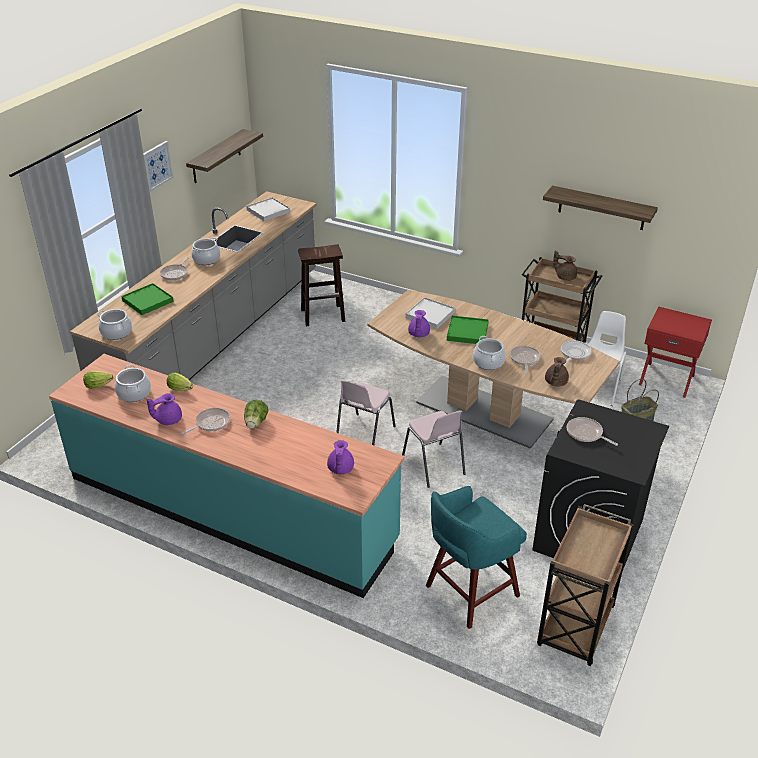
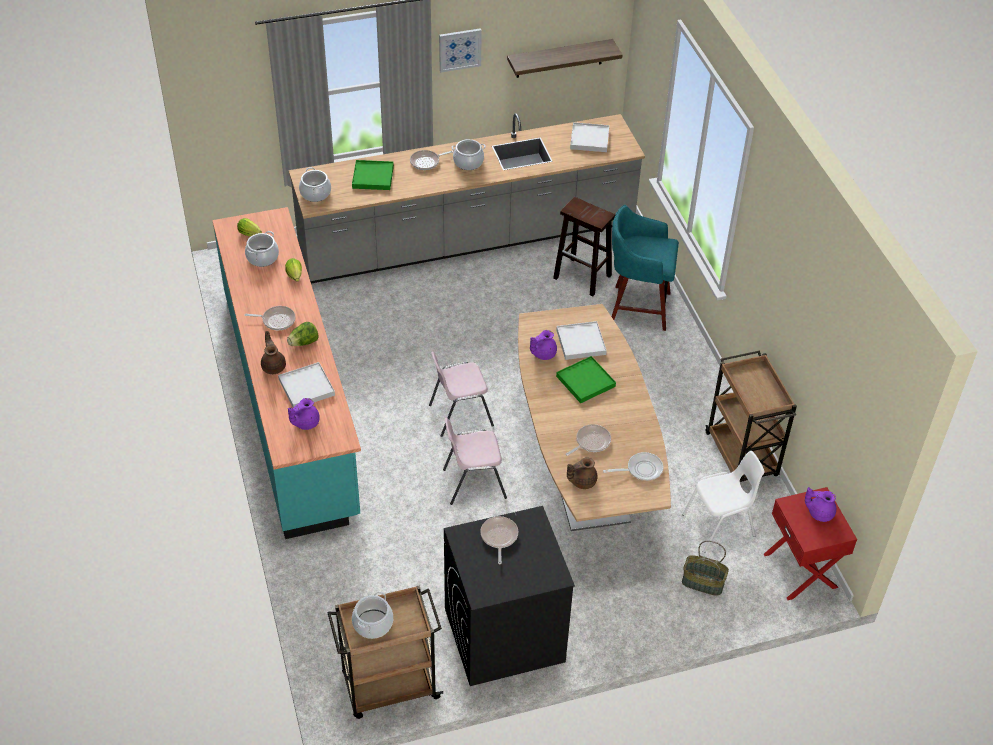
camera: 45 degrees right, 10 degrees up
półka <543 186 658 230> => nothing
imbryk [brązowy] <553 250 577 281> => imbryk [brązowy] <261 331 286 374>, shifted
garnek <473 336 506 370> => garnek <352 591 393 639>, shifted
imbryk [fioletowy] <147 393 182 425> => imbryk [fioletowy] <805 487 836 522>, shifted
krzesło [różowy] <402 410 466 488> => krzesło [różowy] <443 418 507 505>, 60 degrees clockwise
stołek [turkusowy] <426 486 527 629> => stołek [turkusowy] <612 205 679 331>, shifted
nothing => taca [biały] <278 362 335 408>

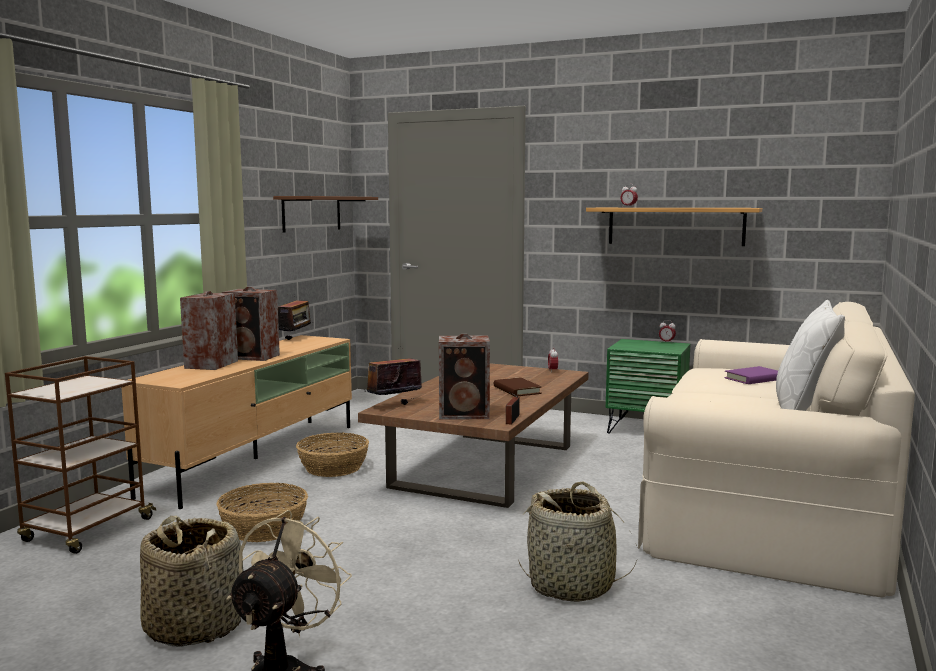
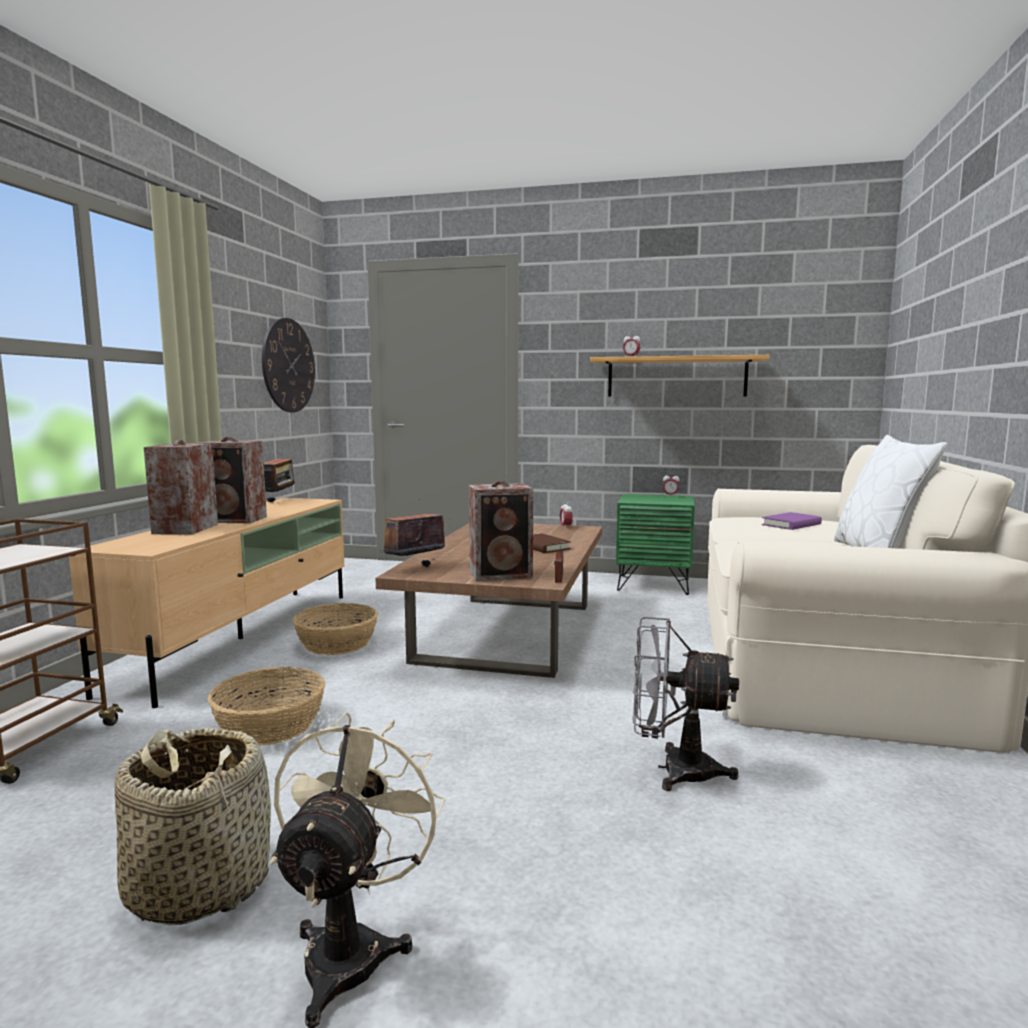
camera: 10 degrees left, 0 degrees up
półka [brązowy] <273 196 378 233> => zegar ścienny <262 318 315 412>
koszyk <518 482 638 602> => wentylator [szary] <632 617 739 791>

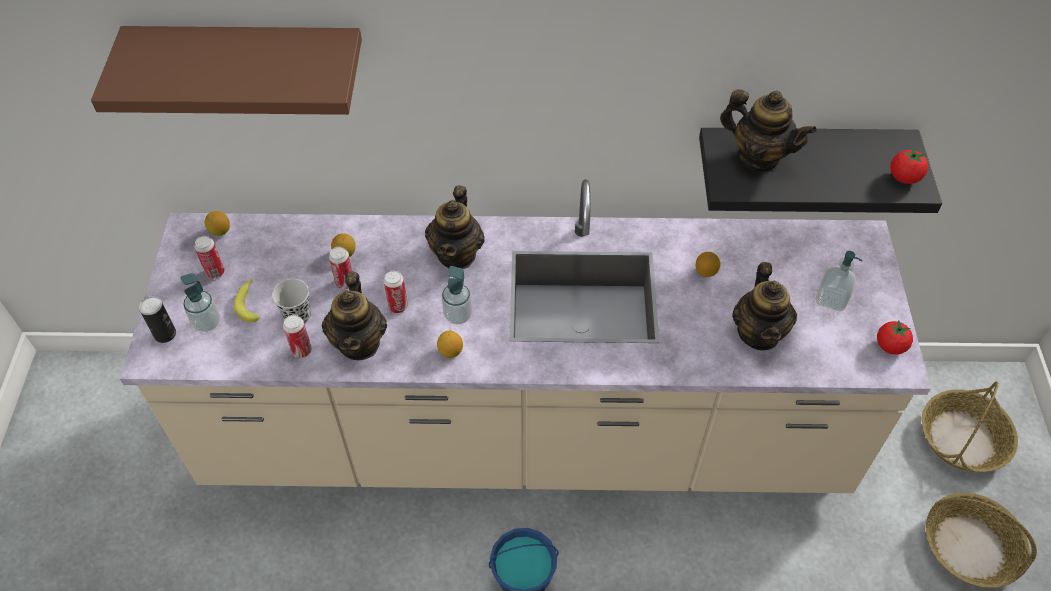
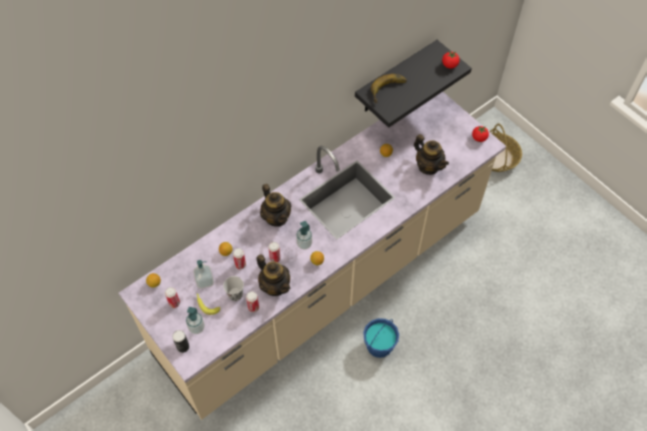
camera: 40 degrees left, 5 degrees up
półka [brązowy] <91 26 362 115> => nothing
imbryk <720 89 817 171> => banan <371 74 407 103>
dozownik mydła <816 251 862 311> => dozownik mydła <193 260 214 289>, shifted
koszyk <926 493 1037 588> => nothing

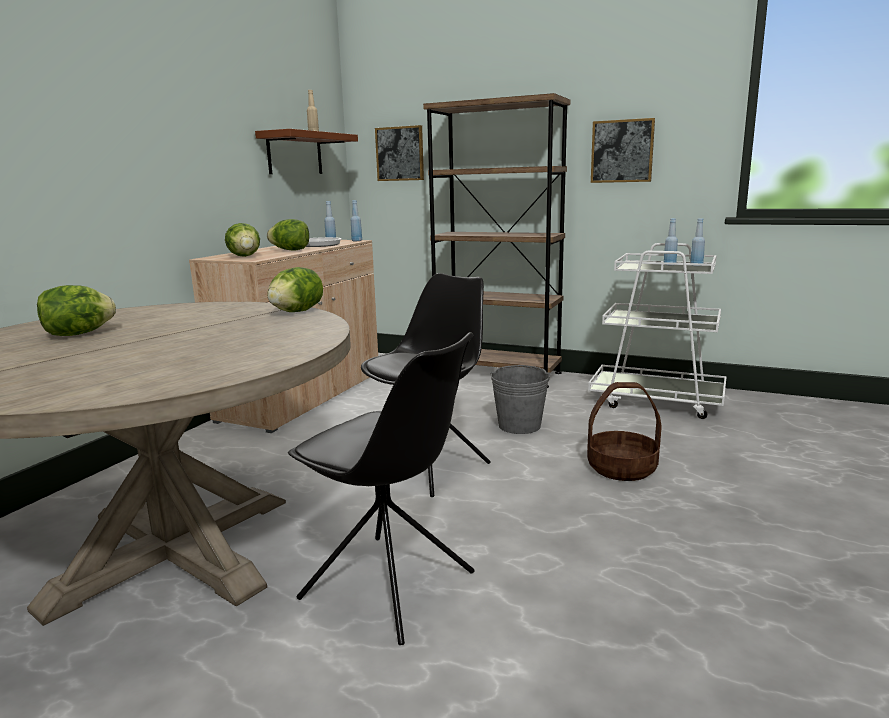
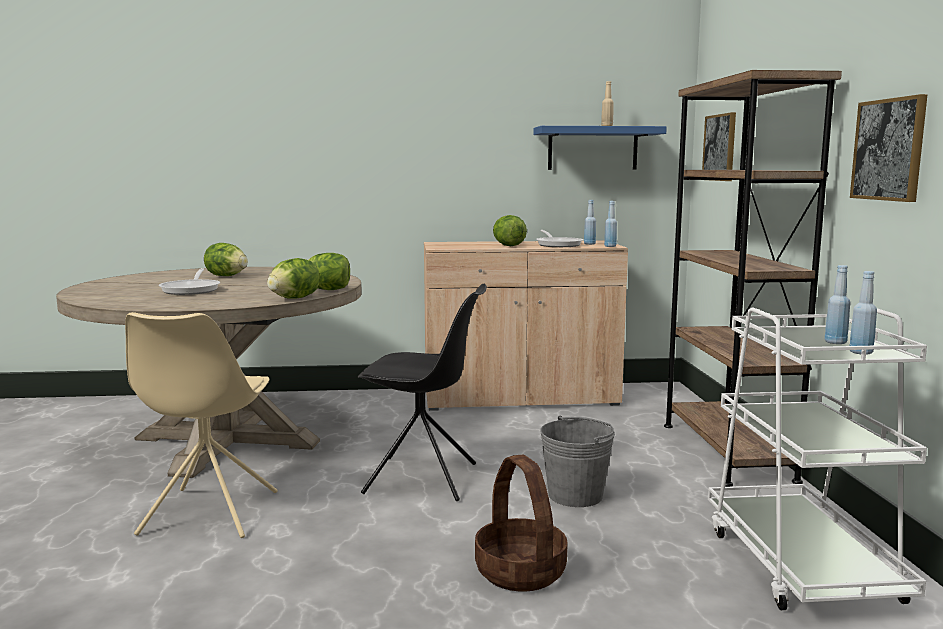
camera: 60 degrees right, 5 degrees down
półka [brązowy] <255 129 358 174> => półka [niebieski] <534 126 667 170>
sałata <225 223 260 257> => sałata <267 258 320 299>, shifted
krzesło [czarny] <288 332 475 645> => krzesło [beżowy] <125 312 278 538>
nothing => patelnia <158 268 220 295>

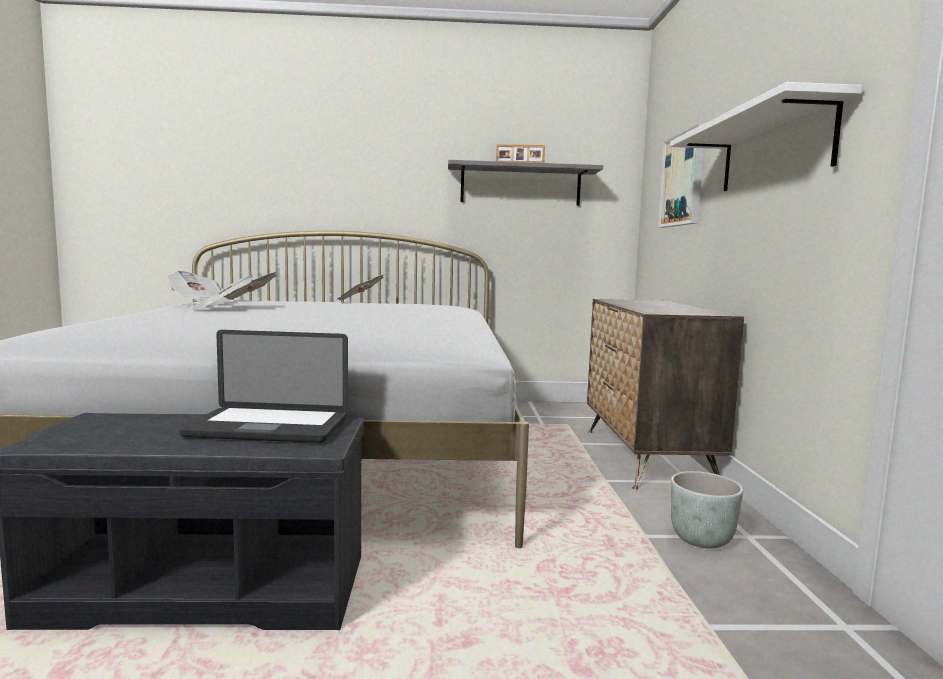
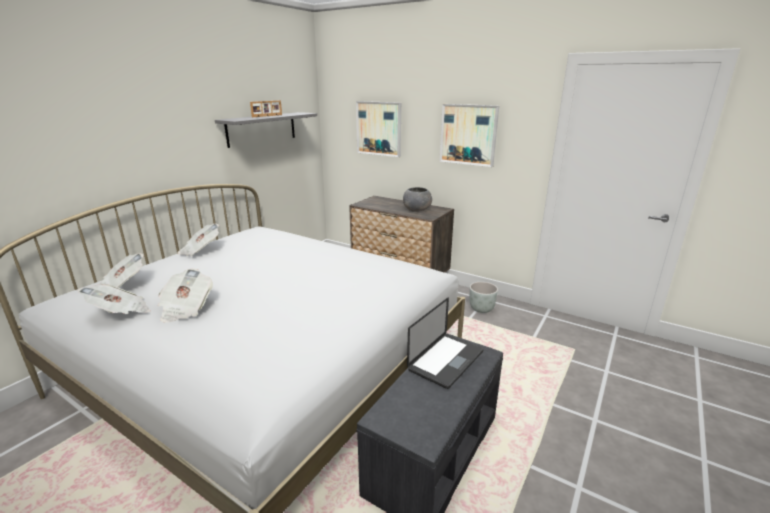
camera: 55 degrees left, 15 degrees up
półka [biały] <670 82 862 191> => obraz <440 104 499 167>
nothing => miska [szary] <403 187 432 212>

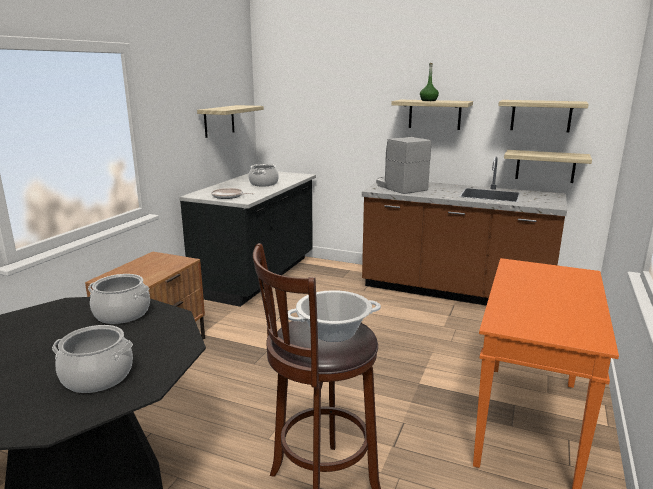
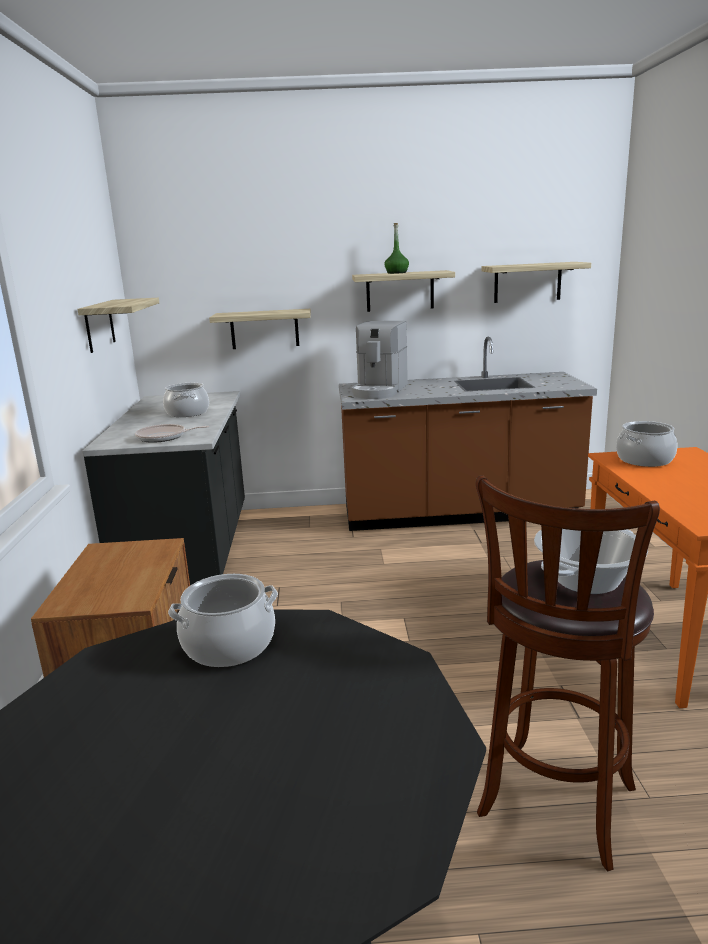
camera: 25 degrees left, 0 degrees up
ekspres do kawy <376 137 431 194> => ekspres do kawy <352 321 408 399>, 105 degrees counterclockwise
półka <504 150 592 183> => półka <209 309 311 349>, shifted
garnek <52 325 133 393> => garnek <616 421 677 467>, shifted

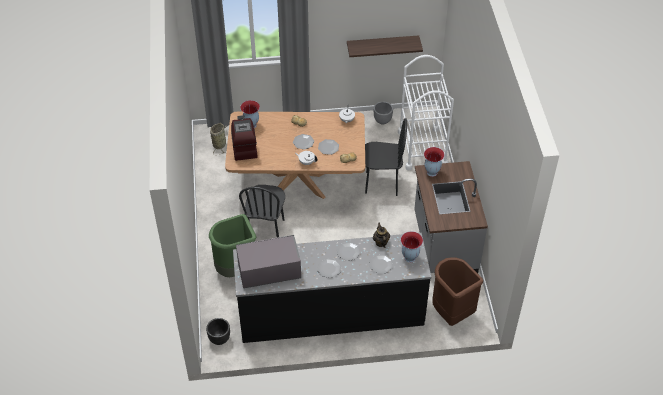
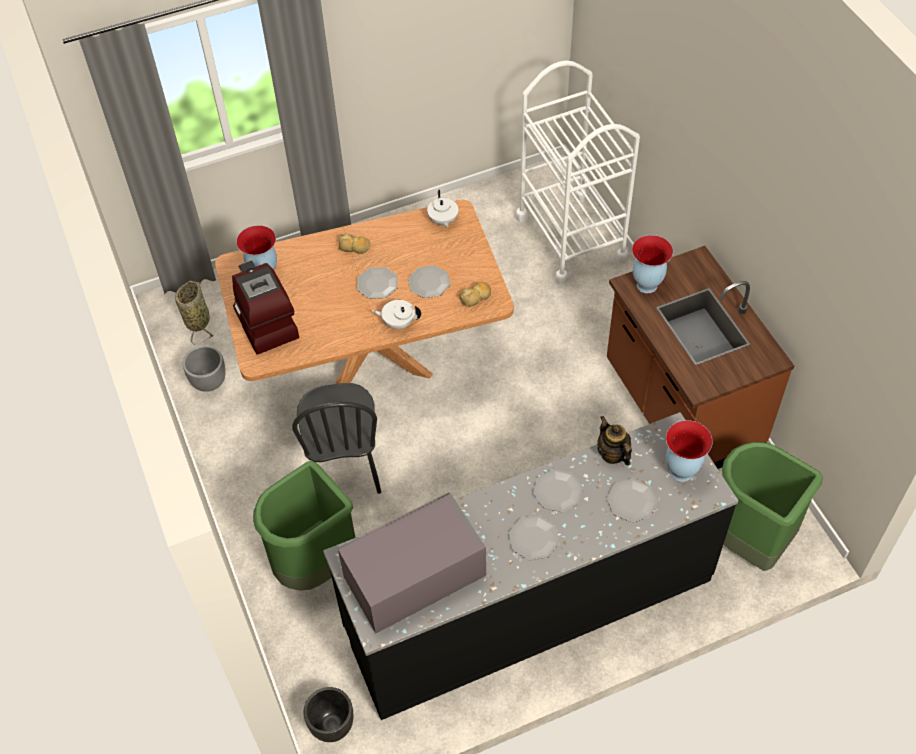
camera: 15 degrees left, 5 degrees up
półka <347 35 423 57> => nothing
donica [szary] <374 102 393 124> => donica [szary] <183 345 226 392>, shifted
krzesło [czarny] <365 118 407 196> => nothing
zabudowa kuchenna [szary] <414 161 488 273> => zabudowa kuchenna [brązowy] <607 246 794 469>
kosz na śmieci [brązowy] <432 257 483 326> => kosz na śmieci [zielony] <722 442 822 571>

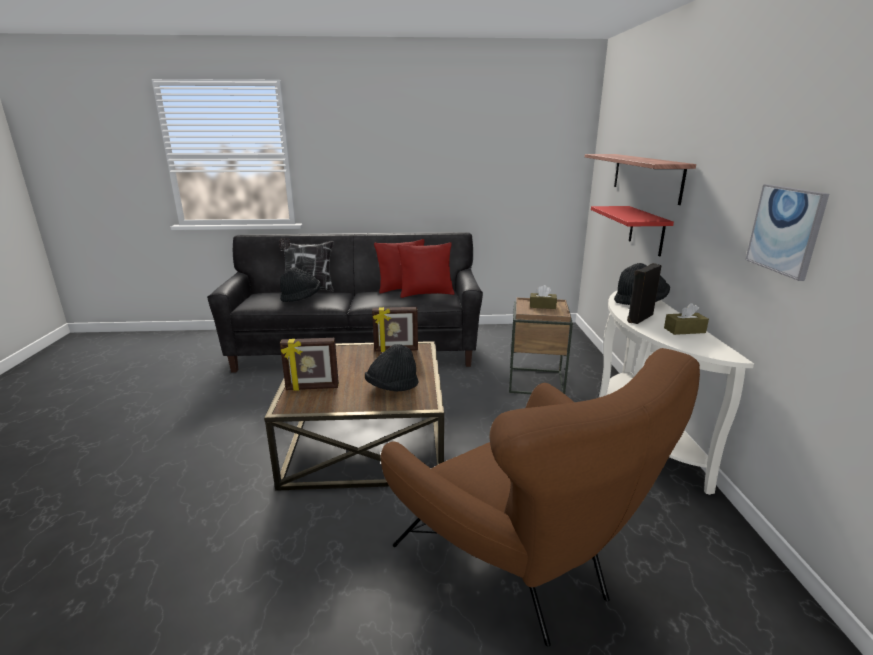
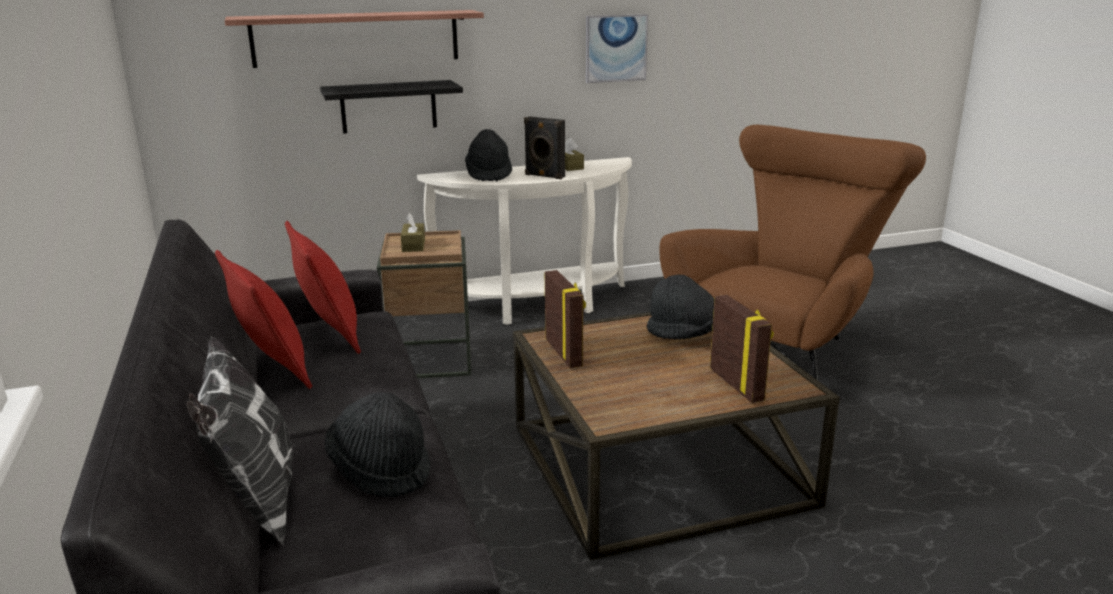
camera: 105 degrees left, 0 degrees up
półka [czerwony] <591 206 674 257> => półka [czarny] <320 80 463 134>

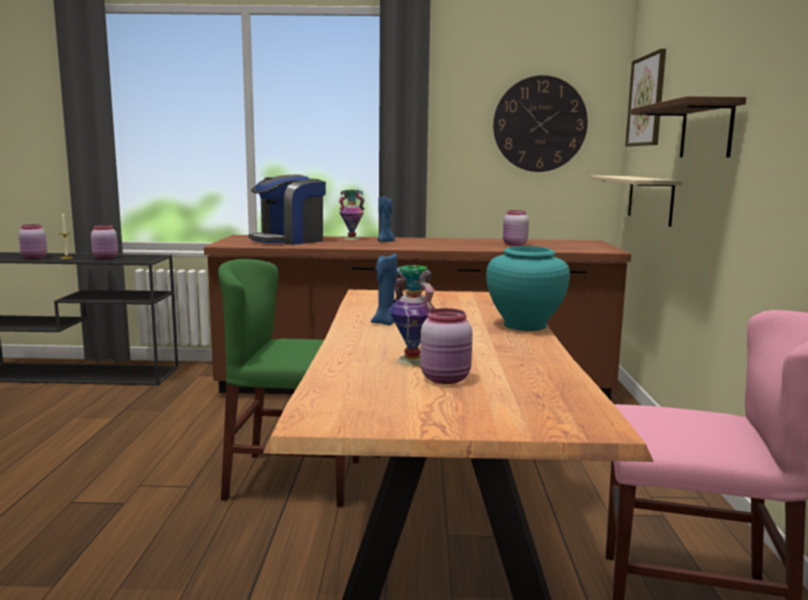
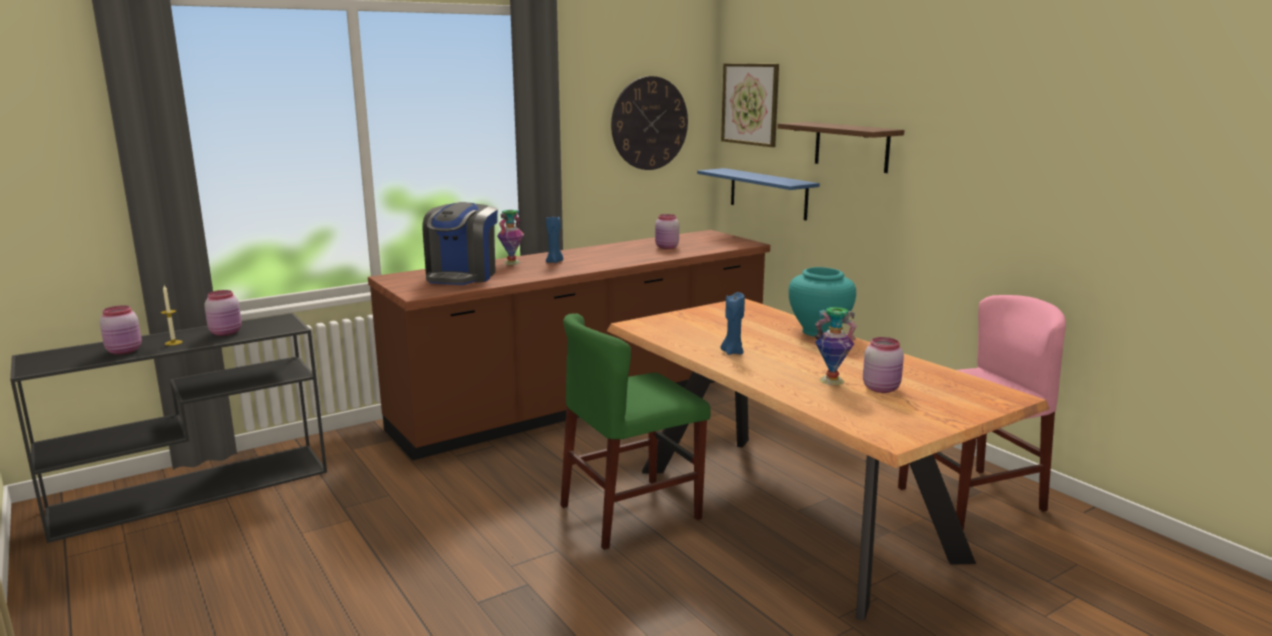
camera: 35 degrees left, 5 degrees up
półka [beżowy] <590 176 682 227> => półka [niebieski] <697 168 820 220>

